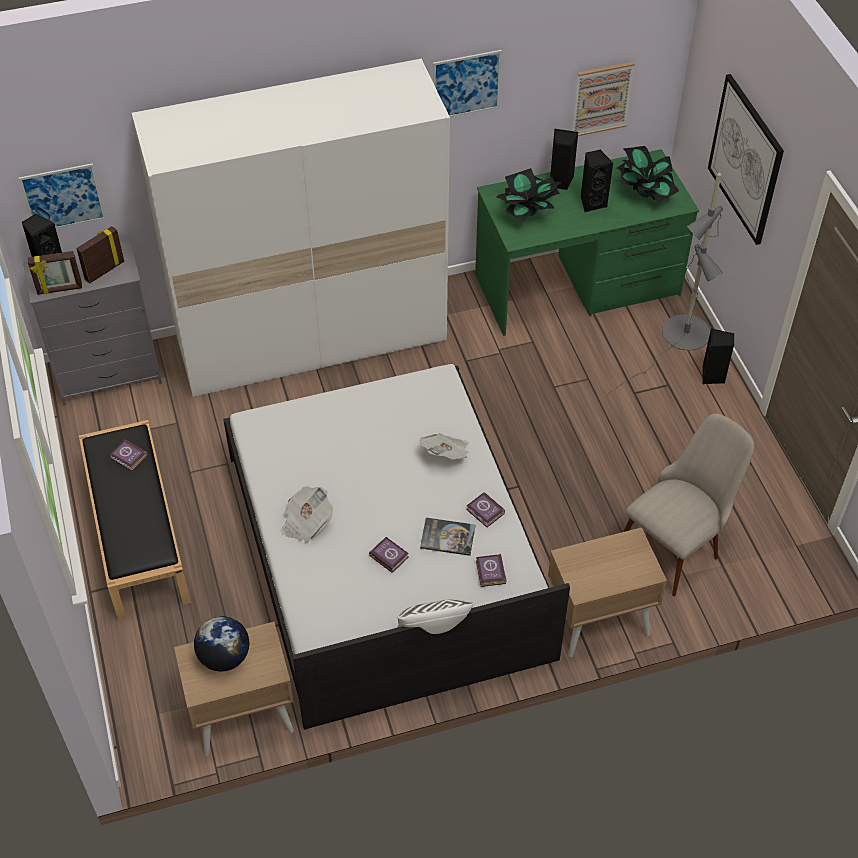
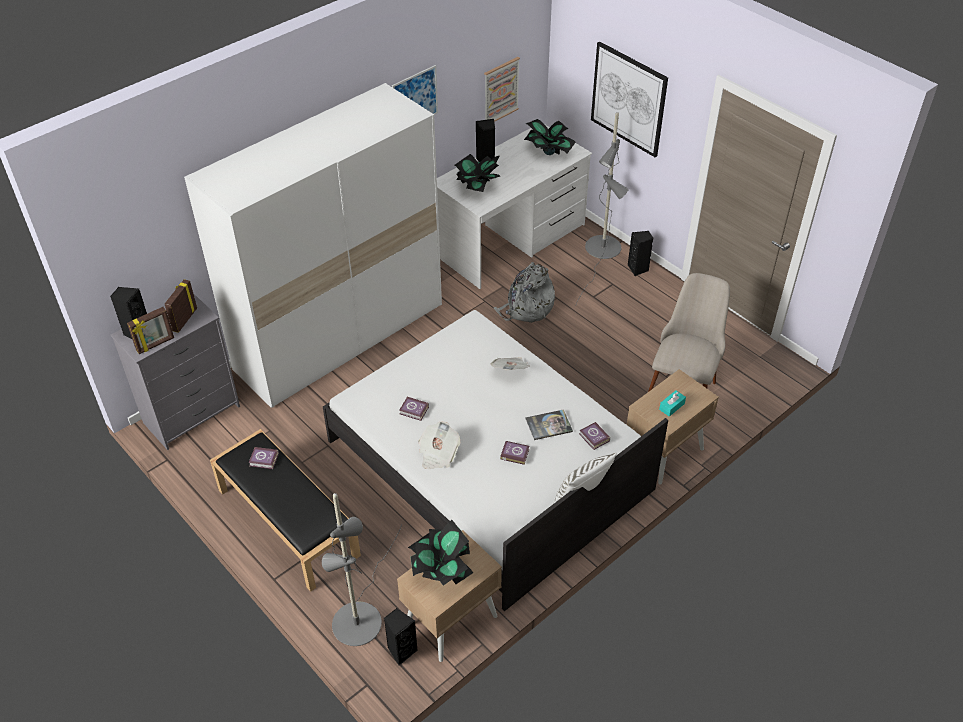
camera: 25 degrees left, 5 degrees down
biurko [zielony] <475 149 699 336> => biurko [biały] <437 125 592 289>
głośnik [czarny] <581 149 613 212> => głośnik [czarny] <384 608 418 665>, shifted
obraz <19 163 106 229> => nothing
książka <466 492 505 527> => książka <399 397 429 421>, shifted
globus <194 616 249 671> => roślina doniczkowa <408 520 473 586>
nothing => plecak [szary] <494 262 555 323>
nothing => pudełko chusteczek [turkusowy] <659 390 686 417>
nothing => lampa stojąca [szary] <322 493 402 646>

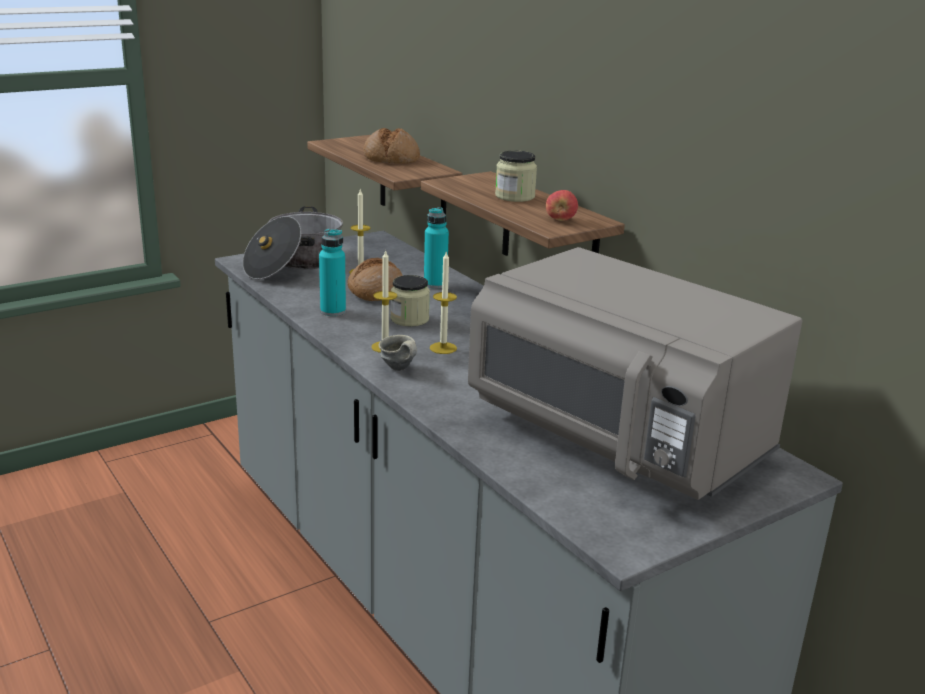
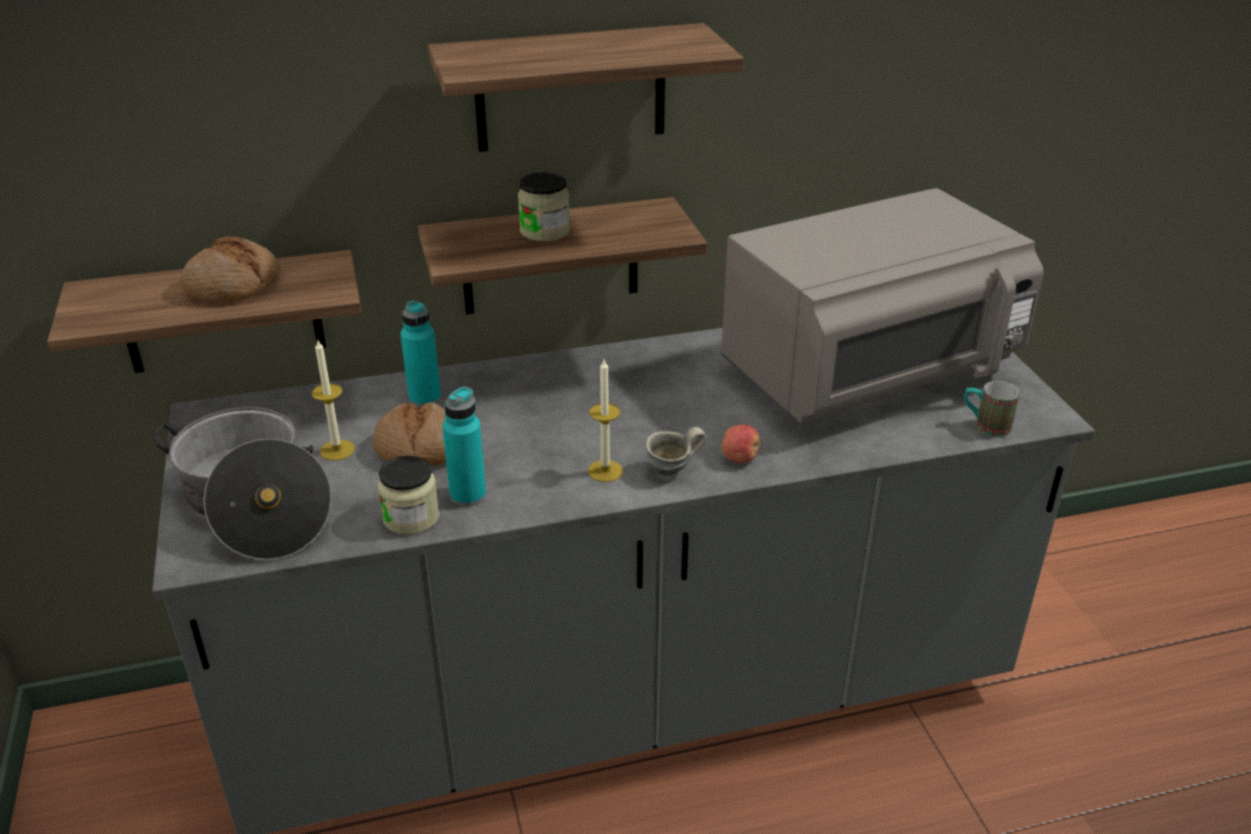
camera: 70 degrees left, 10 degrees up
jabłko <546 190 578 221> => jabłko <722 424 760 463>, shifted
świeca <430 252 457 354> => nothing
słoik <390 275 430 326> => słoik <377 456 439 535>, shifted
nothing => półka <427 23 744 152>
nothing => kubek <964 381 1020 437>

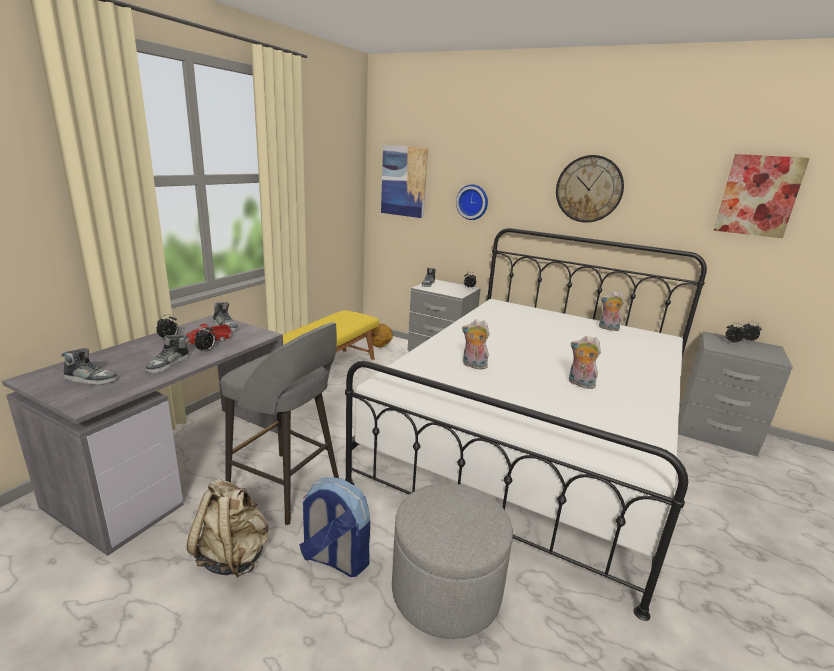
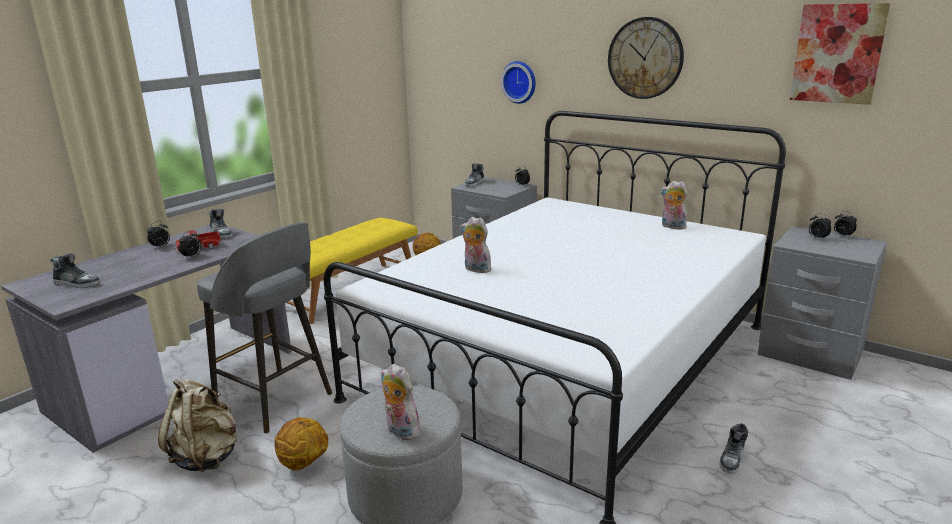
camera: 10 degrees right, 0 degrees up
obraz <381 145 428 218> => nothing
but <145 335 189 373> => but <720 423 748 473>, shifted
pluszak <569 336 601 389> => pluszak <381 364 420 440>, shifted
plecak <299 477 370 577> => piłka do koszykówki <274 417 328 471>

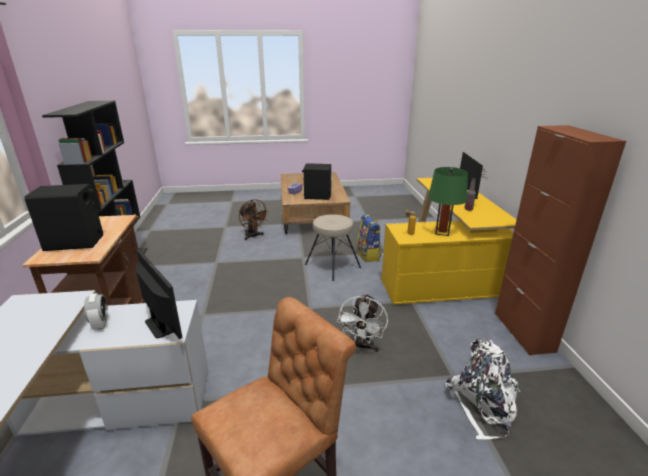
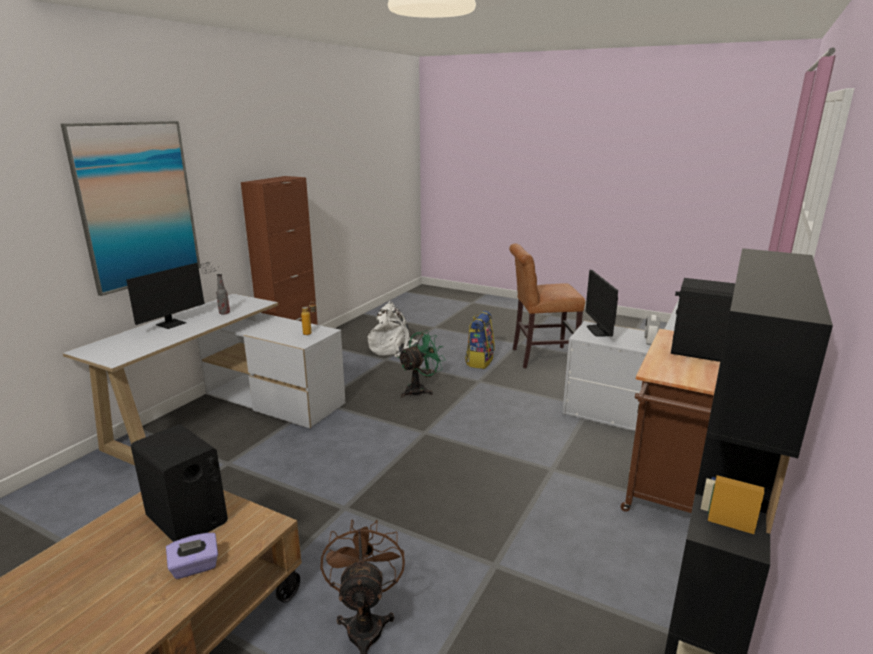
camera: 145 degrees left, 5 degrees down
lampa stołowa [zielony] <428 167 468 236> => nothing
biurko [żółty] <381 178 517 305> => biurko [biały] <63 294 345 465>
plecak <357 214 381 262> => plecak <465 311 495 369>, shifted
stołek [beżowy] <305 215 361 281> => nothing
wentylator [biały] <337 294 388 352> => wentylator [zielony] <398 330 446 398>
nothing => obraz <61 121 201 296>

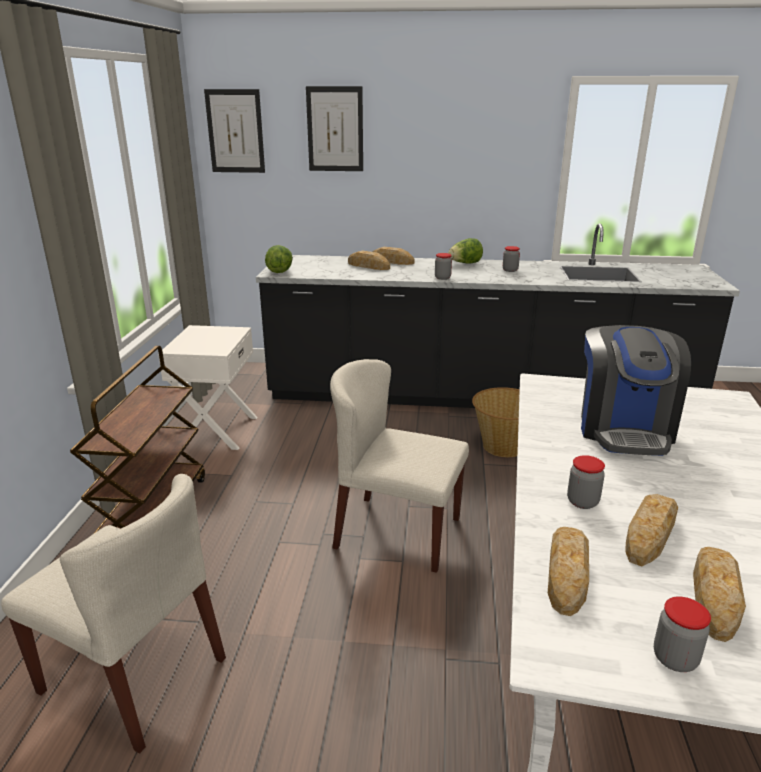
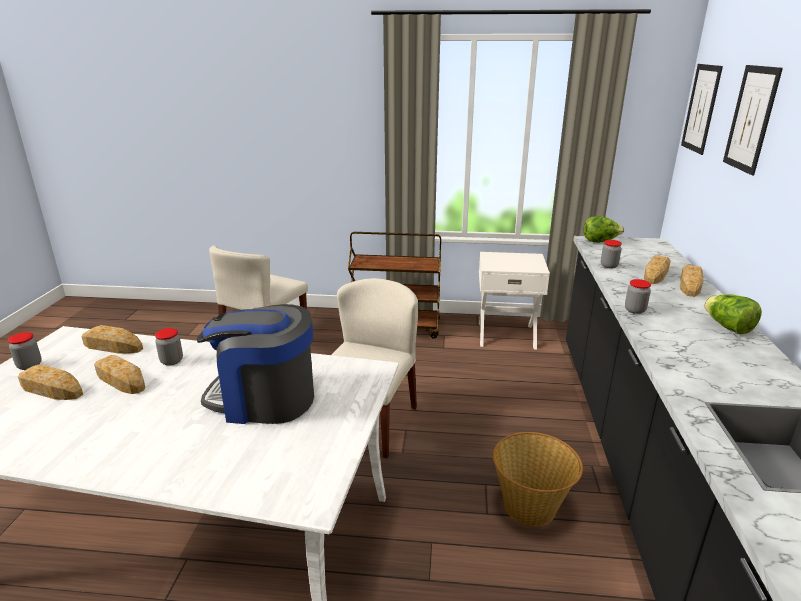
camera: 90 degrees right, 0 degrees up
słoik <503 246 520 272> => słoik <601 240 622 269>, shifted

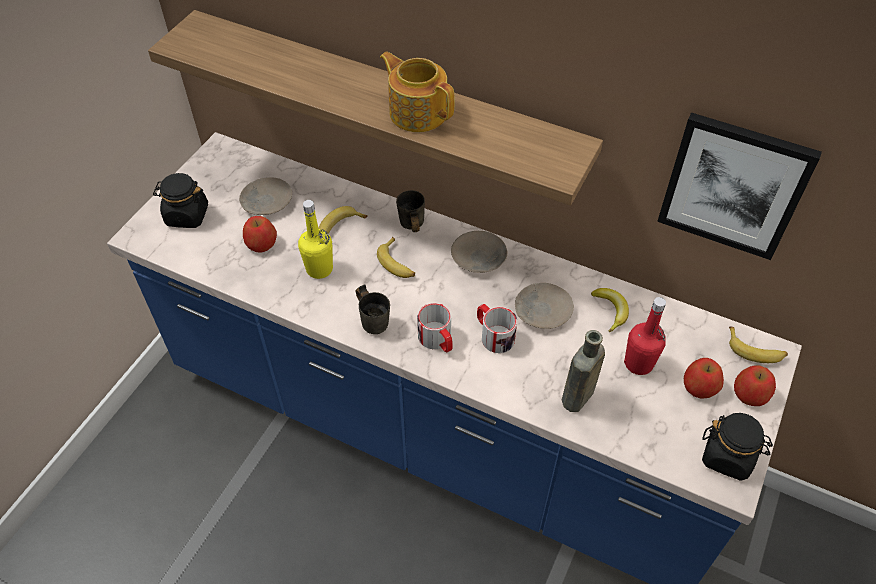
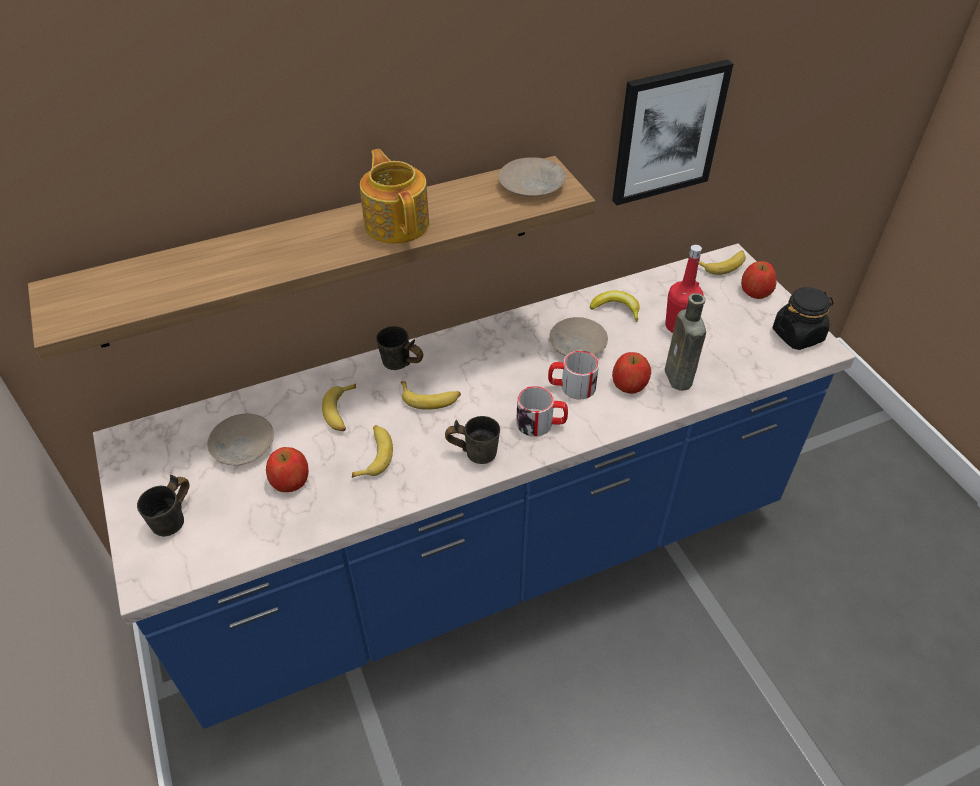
camera: 50 degrees left, 5 degrees down
imbryk <380 52 455 132> => imbryk <360 149 429 244>, 75 degrees clockwise
słoik [czarny] <153 173 208 228> => kubek [szary] <137 475 189 536>
butelka [żółty] <298 200 333 279> => banan <352 425 393 478>
talerz [beżowy] <451 231 508 273> => talerz [beżowy] <499 157 566 197>, shifted
jabłko <684 358 724 398> => jabłko <612 352 651 393>, shifted

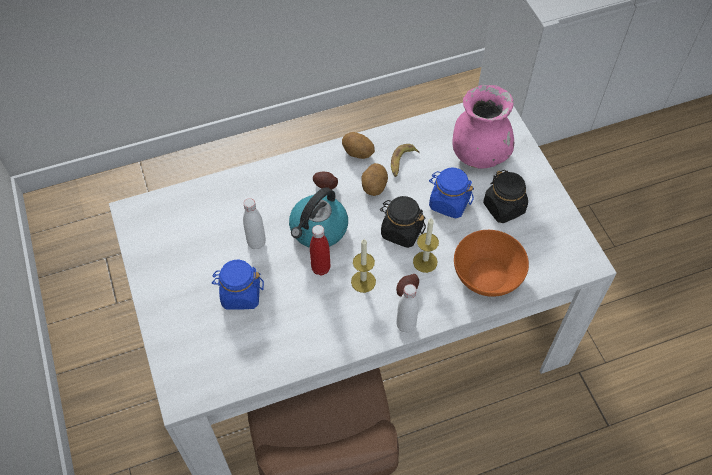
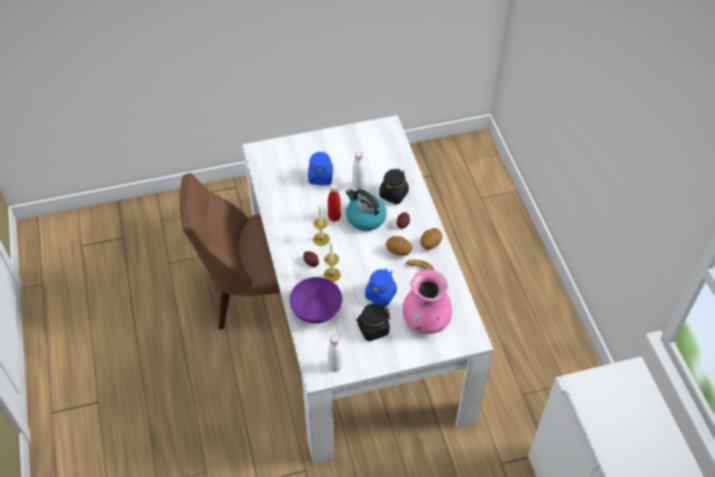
camera: 95 degrees right, 5 degrees down
słoik [czarny] <380 196 426 248> => słoik [czarny] <379 168 409 204>, shifted
miska [pomarańczowy] <454 230 529 297> => miska [fioletowy] <289 277 342 324>
butelka [biały] <396 284 419 333> => butelka [biały] <328 335 343 372>, shifted

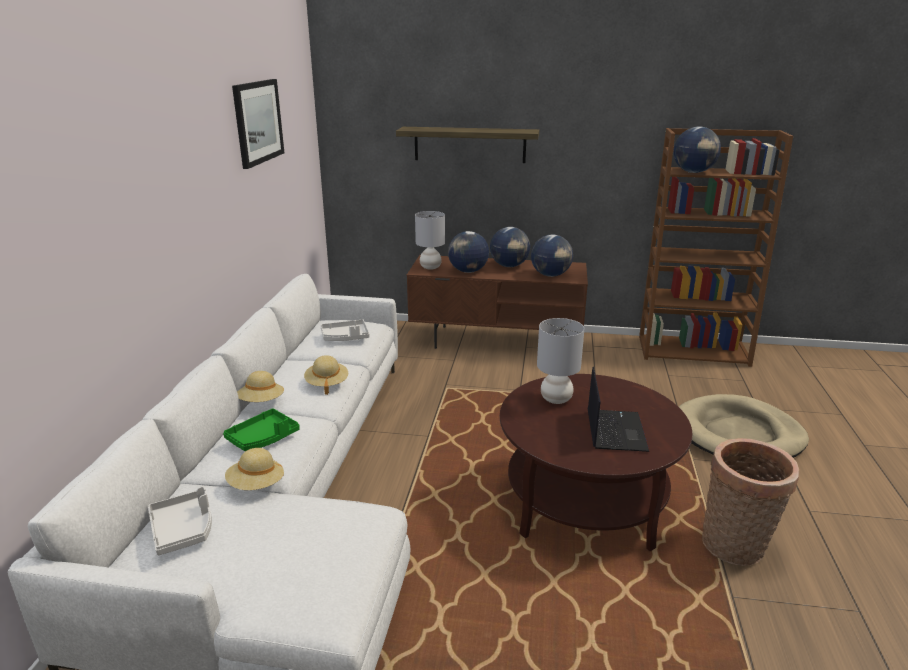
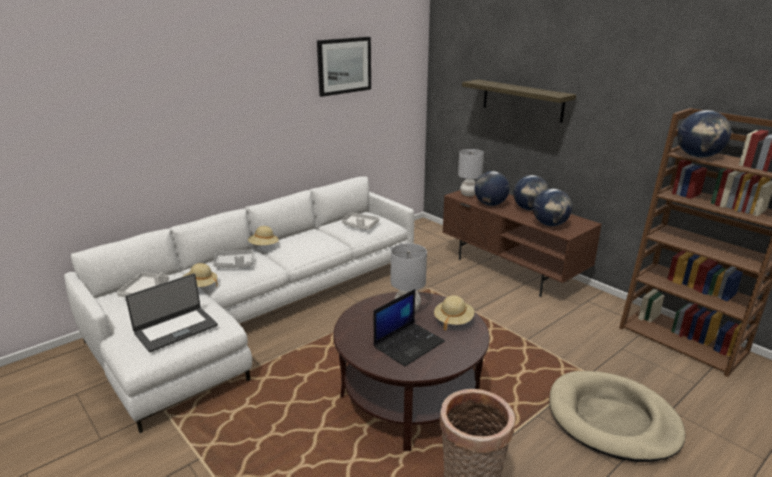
camera: 40 degrees right, 0 degrees up
kapelusz [beżowy] <304 355 348 395> => kapelusz [beżowy] <434 295 474 331>, shifted
taca [zielony] <223 408 300 451> => taca [szary] <213 250 254 268>
nothing => laptop <125 274 218 352>

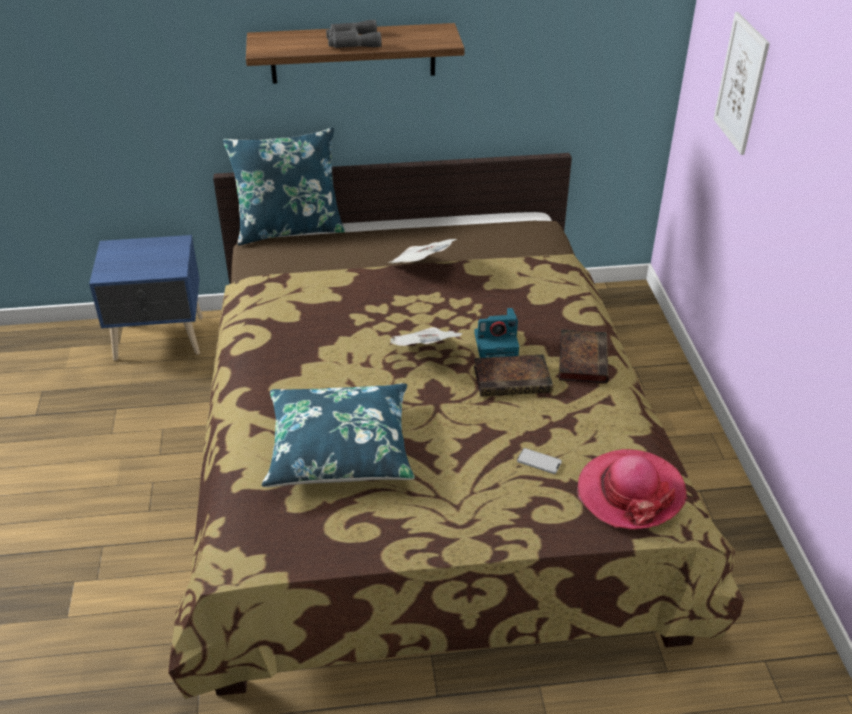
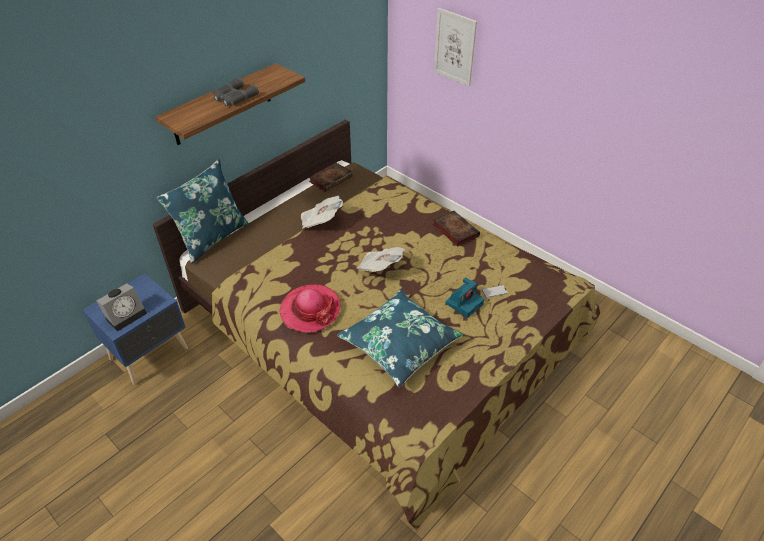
camera: 40 degrees left, 5 degrees up
aparat fotograficzny <474 308 519 358> => aparat fotograficzny <445 277 484 318>, shifted
książka <474 354 553 396> => książka <309 163 353 192>, shifted
kapelusz <577 449 687 529> => kapelusz <280 284 341 333>, shifted
nothing => budzik <97 283 147 332>

